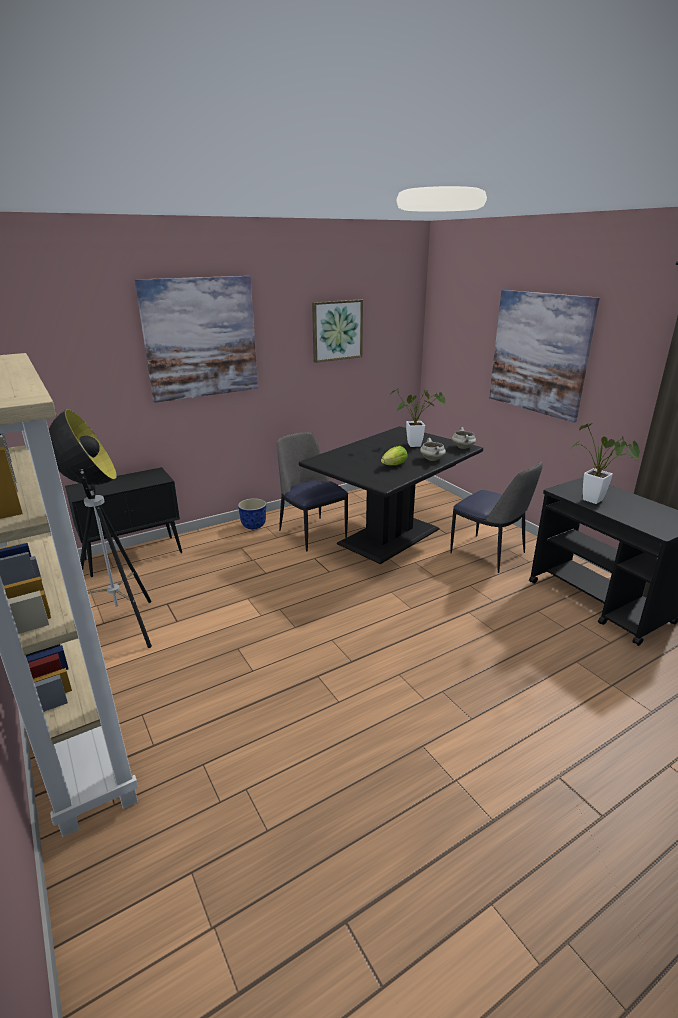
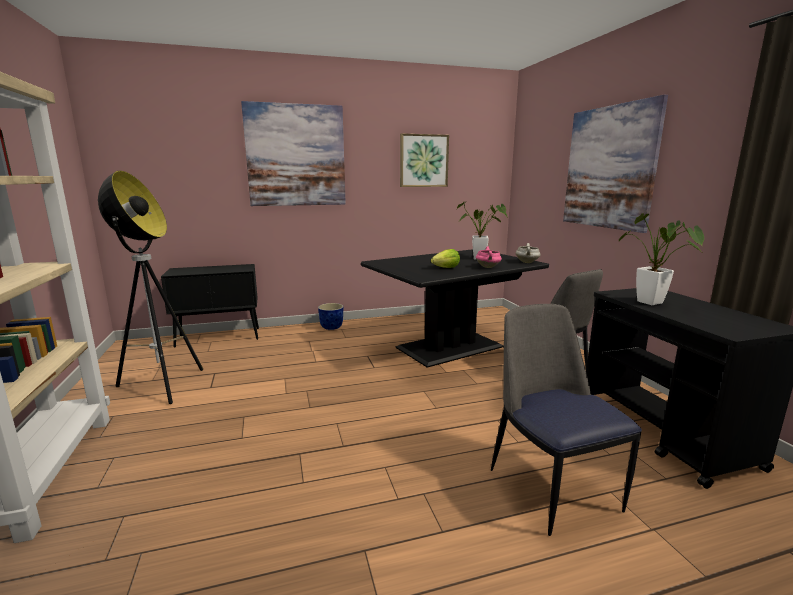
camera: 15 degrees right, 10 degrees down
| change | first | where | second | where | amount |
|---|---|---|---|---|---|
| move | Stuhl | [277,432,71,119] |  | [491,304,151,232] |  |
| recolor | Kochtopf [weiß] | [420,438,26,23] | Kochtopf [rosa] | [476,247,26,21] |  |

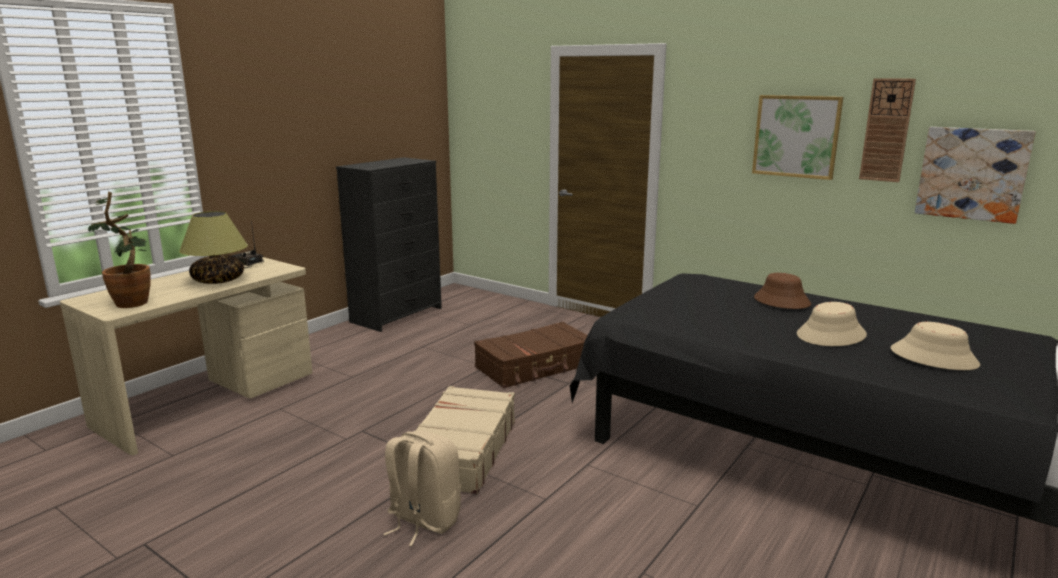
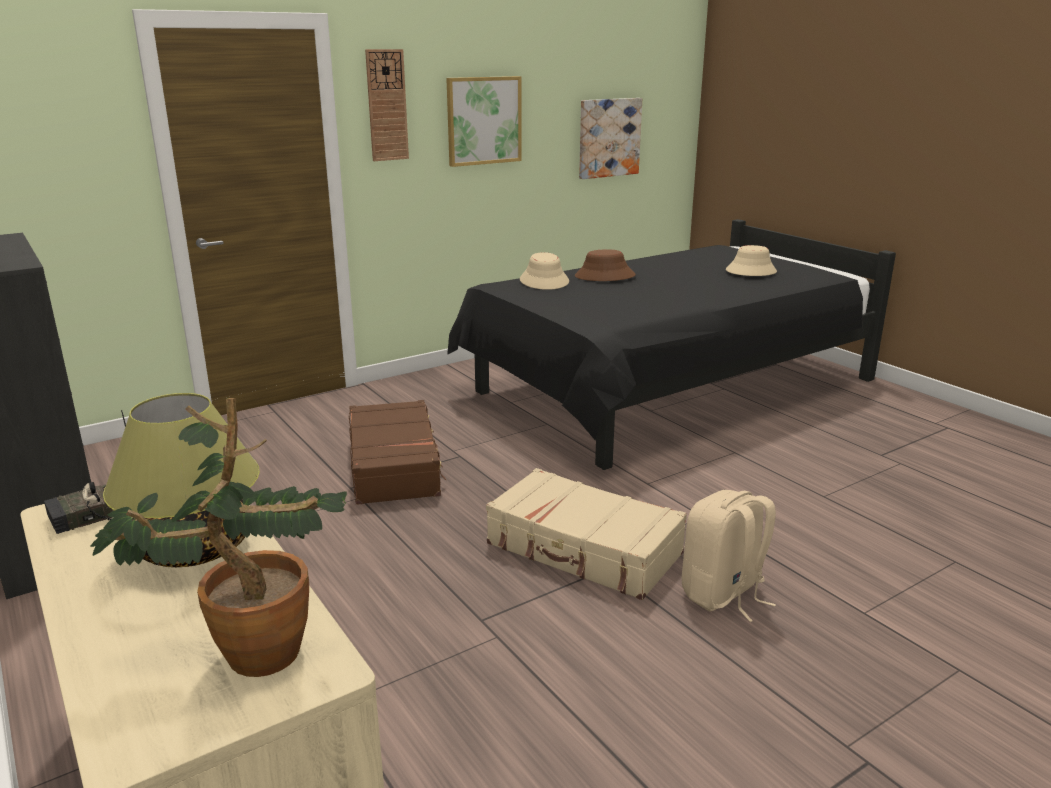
camera: 70 degrees left, 5 degrees up
| change | first | where | second | where | amount |
|---|---|---|---|---|---|
| move | Hut [beige] | [797,302,70,44] |  | [520,252,49,38] |  |
| move | Wanduhr | [859,78,57,104] |  | [365,49,44,112] |  |

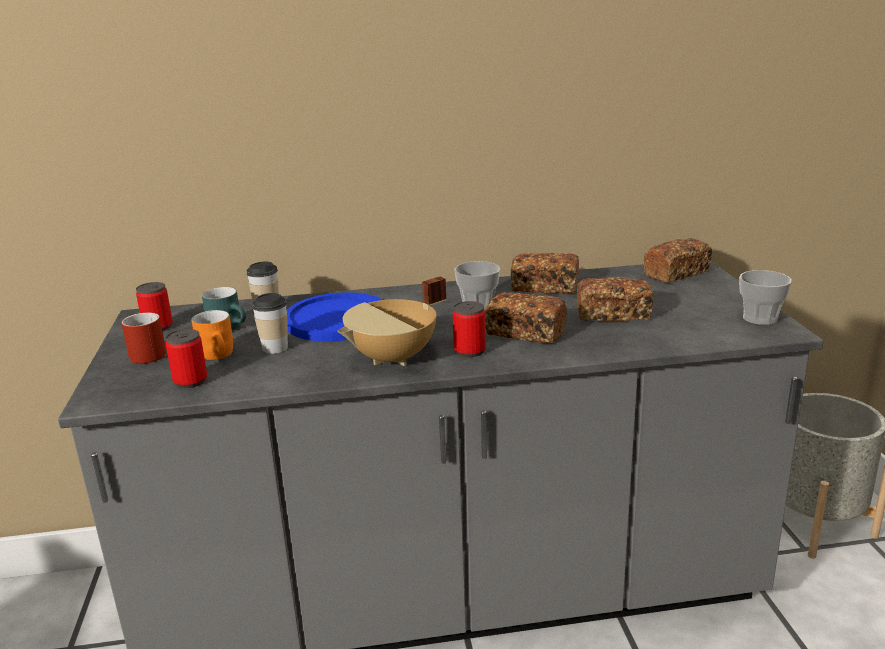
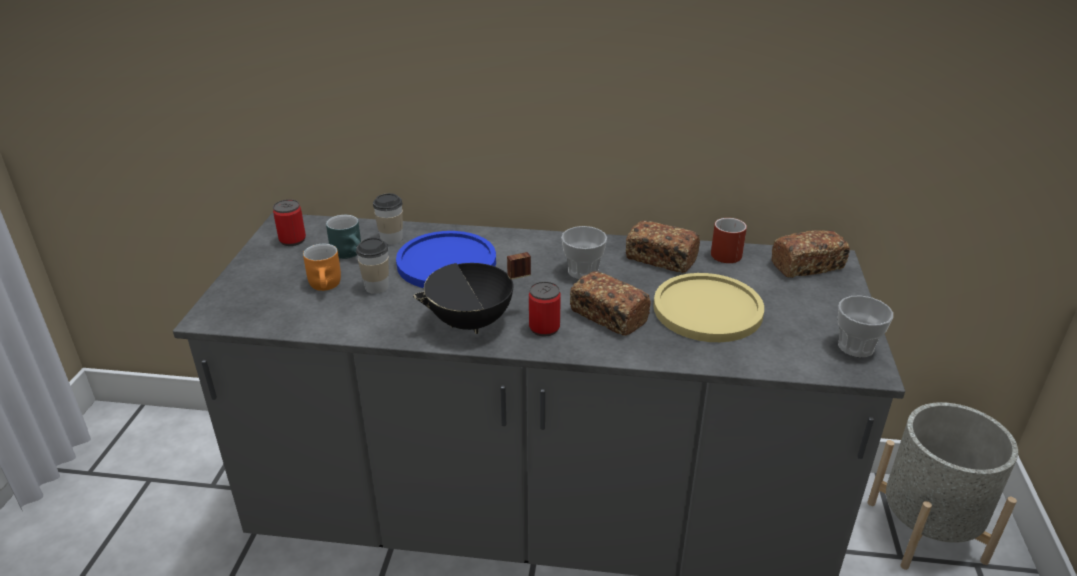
camera: 15 degrees right, 10 degrees up
| change | first | where | second | where | amount |
|---|---|---|---|---|---|
| delete | Dose | [166,329,41,59] |  |  |  |
| move | Henkelbecher [rot] | [122,312,44,52] |  | [711,218,36,45] |  |
| replace | Brot | [577,277,76,44] | Teller [gelb] | [653,273,111,69] |  |
| recolor | Kochtopf [beige] | [338,277,108,89] | Kochtopf [schwarz] | [413,252,118,82] |  |

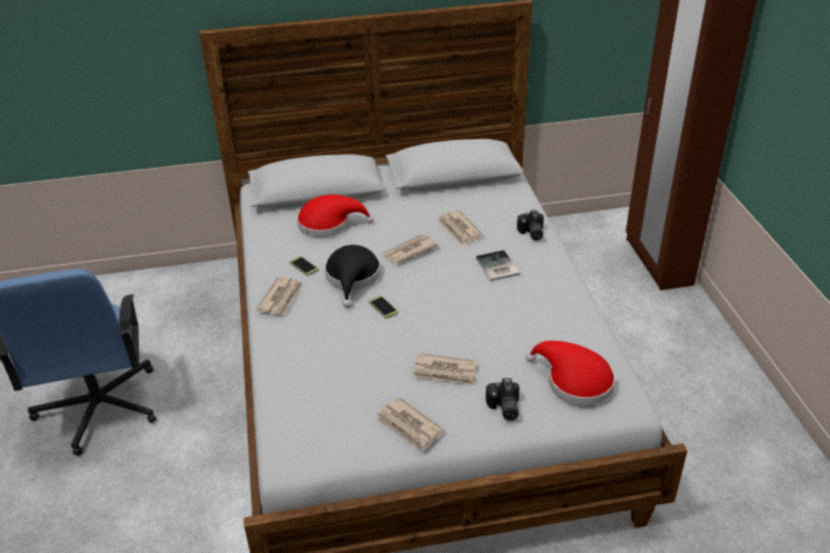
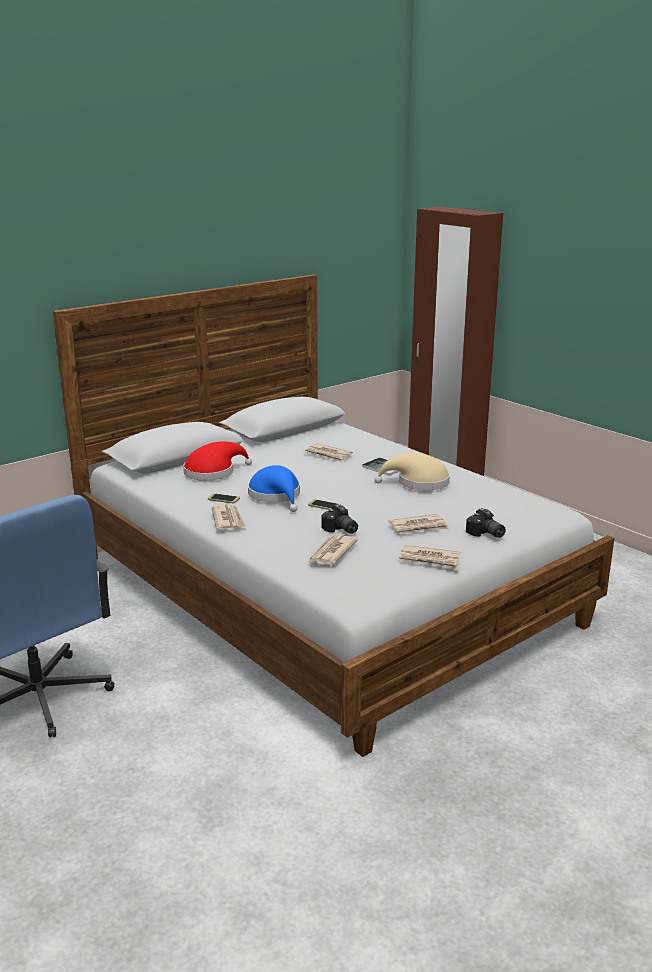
camera: 30 degrees left, 15 degrees down
| change | first | where | second | where | amount |
|---|---|---|---|---|---|
| delete | Hut [rot] | [526,341,89,65] |  |  |  |
| insert |  |  | Hut [beige] | [375,453,75,38] |  |
| move | Zeitung | [381,234,57,30] |  | [308,535,50,30] |  |
| move | Kamera | [517,210,27,31] |  | [321,504,37,30] |  |
| recolor | Hut [schwarz] | [325,245,55,62] | Hut [blau] | [248,465,52,47] |  |

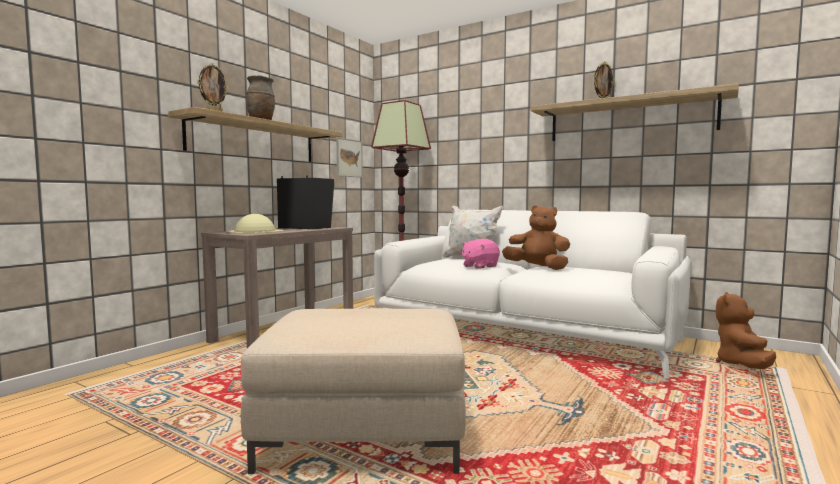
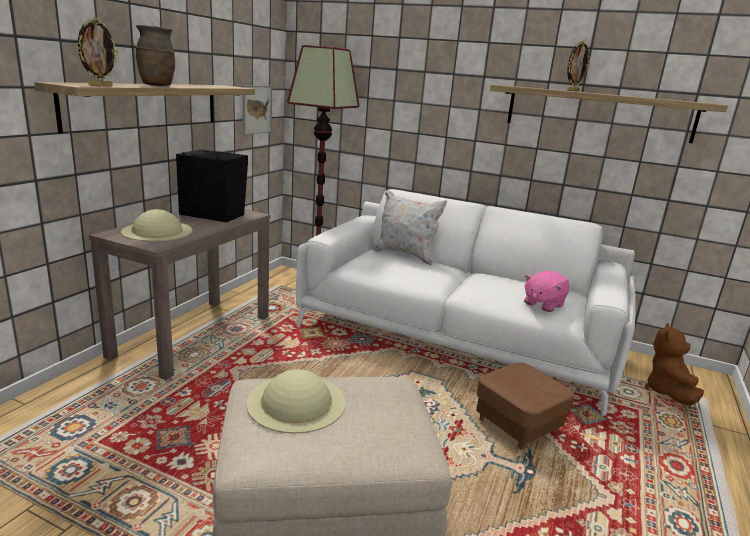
camera: 10 degrees left, 15 degrees up
| change | first | where | second | where | amount |
|---|---|---|---|---|---|
| delete | Plüschtier [braun] | [502,205,69,65] |  |  |  |
| insert |  |  | Hut [beige] | [246,369,100,65] |  |
| insert |  |  | Polsterhocker [braun] | [476,363,98,87] |  |
| move | Plüschtier [rosa] | [462,239,38,30] |  | [524,271,45,41] |  |

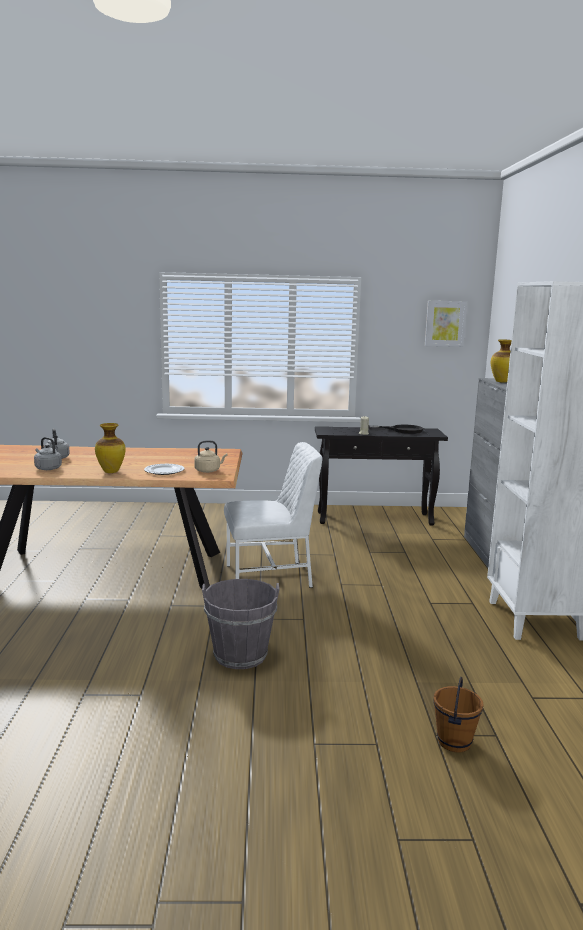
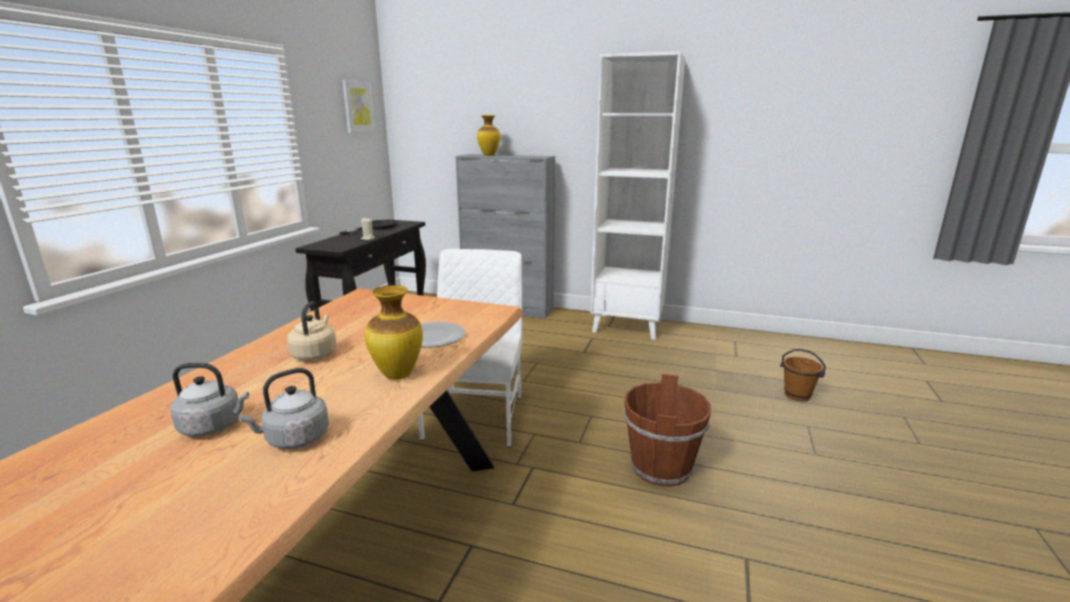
camera: 70 degrees left, 5 degrees up
| change | first | where | second | where | amount |
|---|---|---|---|---|---|
| move | Wasserkessel [beige] | [194,440,34,33] |  | [287,301,50,60] |  |
| recolor | Eimer [grau] | [202,579,77,90] | Eimer [braun] | [624,374,87,113] |  |

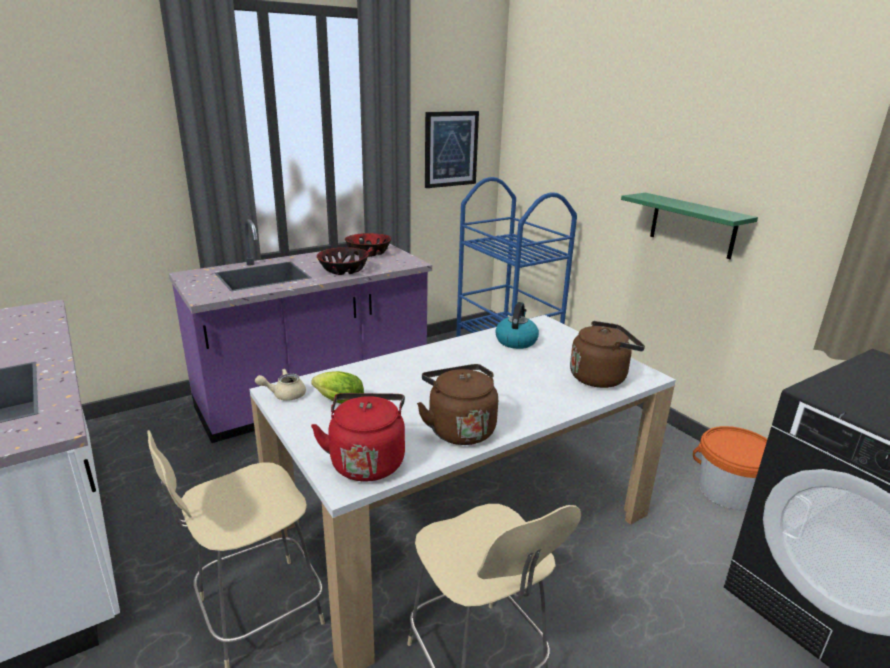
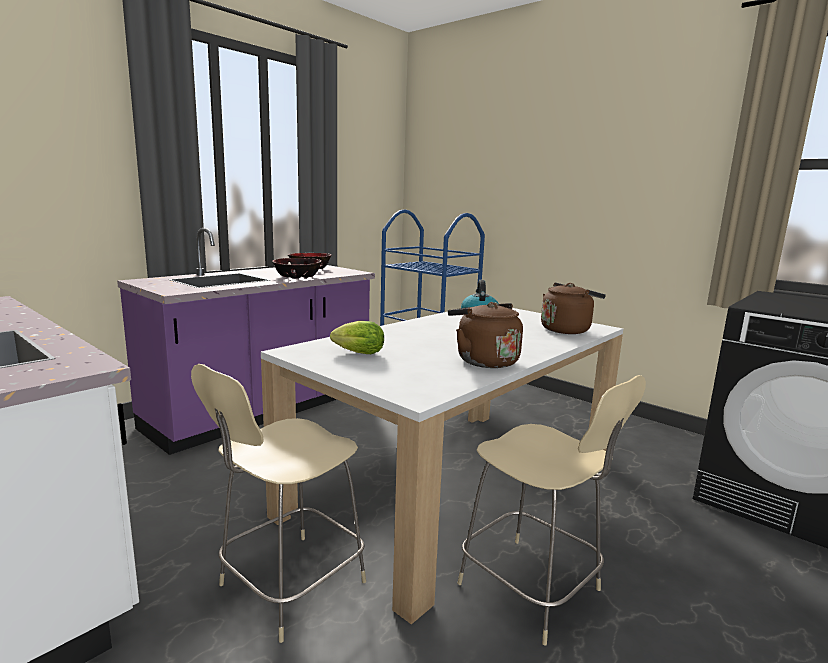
camera: 15 degrees left, 10 degrees down
| change | first | where | second | where | amount |
|---|---|---|---|---|---|
| delete | Teekanne [beige] | [255,369,51,32] |  |  |  |
| delete | Wasserkessel [rot] | [311,393,94,89] |  |  |  |
| delete | Bild | [425,111,54,77] |  |  |  |
| delete | Wandregal [grün] | [621,193,137,66] |  |  |  |
| delete | Eimer [orange] | [693,426,74,84] |  |  |  |

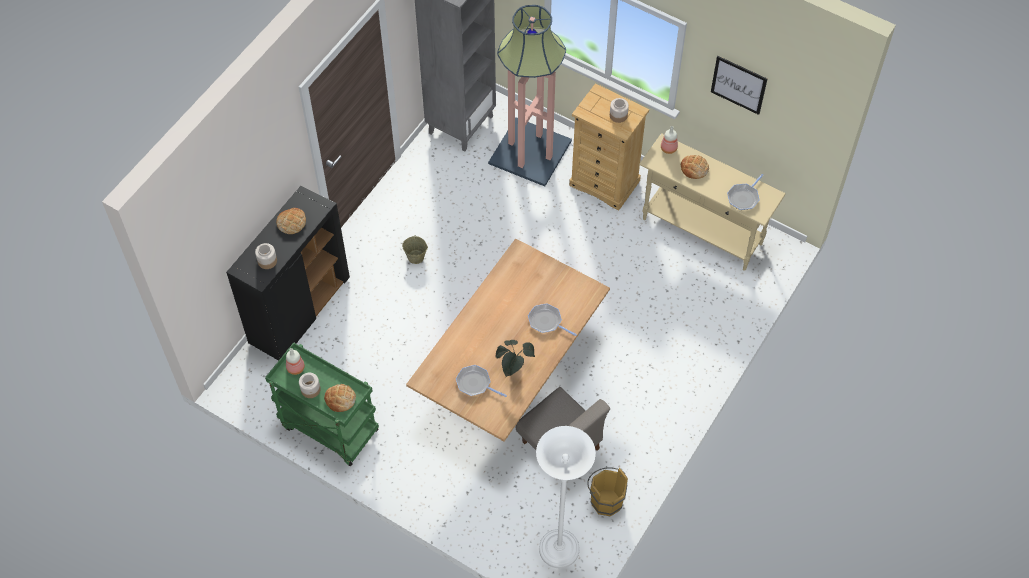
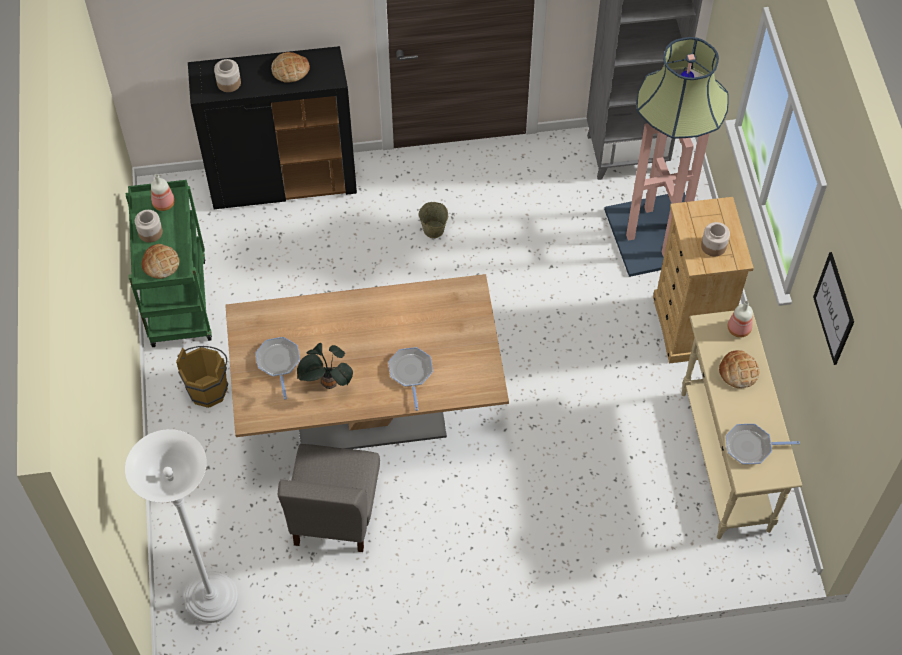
camera: 50 degrees right, 0 degrees up
| change | first | where | second | where | amount |
|---|---|---|---|---|---|
| move | Eimer [braun] | [587,467,41,49] |  | [176,346,52,62] |  |

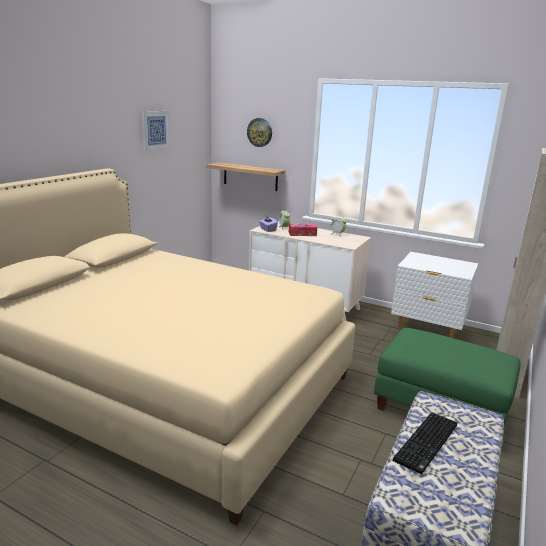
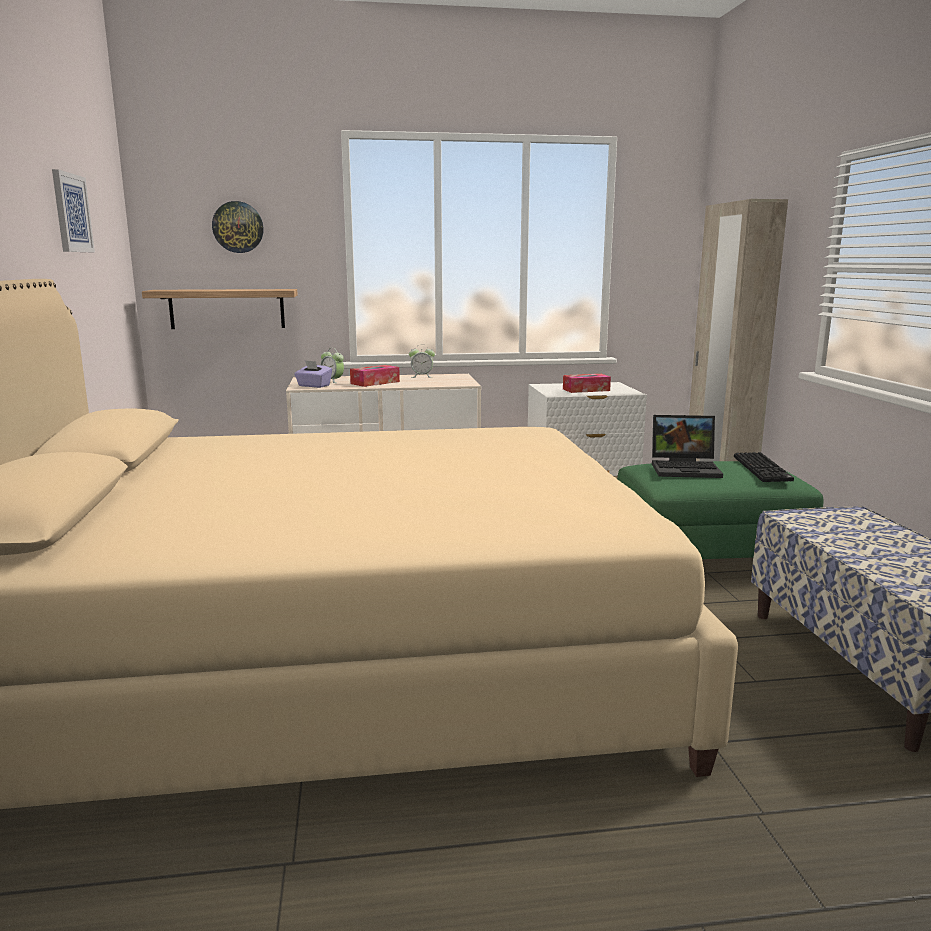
camera: 35 degrees left, 5 degrees down
| change | first | where | second | where | amount |
|---|---|---|---|---|---|
| insert |  |  | Taschentuchbox | [563,374,48,19] |  |
| insert |  |  | Laptop | [652,415,71,63] |  |
| move | Tastatur | [393,412,64,62] |  | [734,452,60,30] |  |

